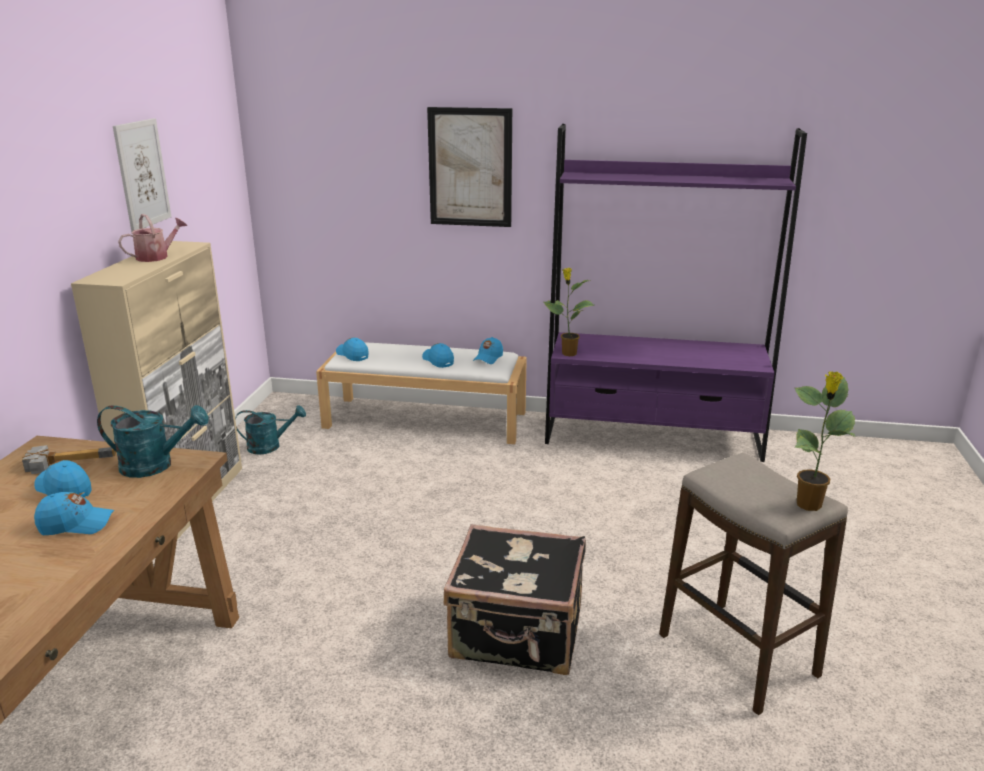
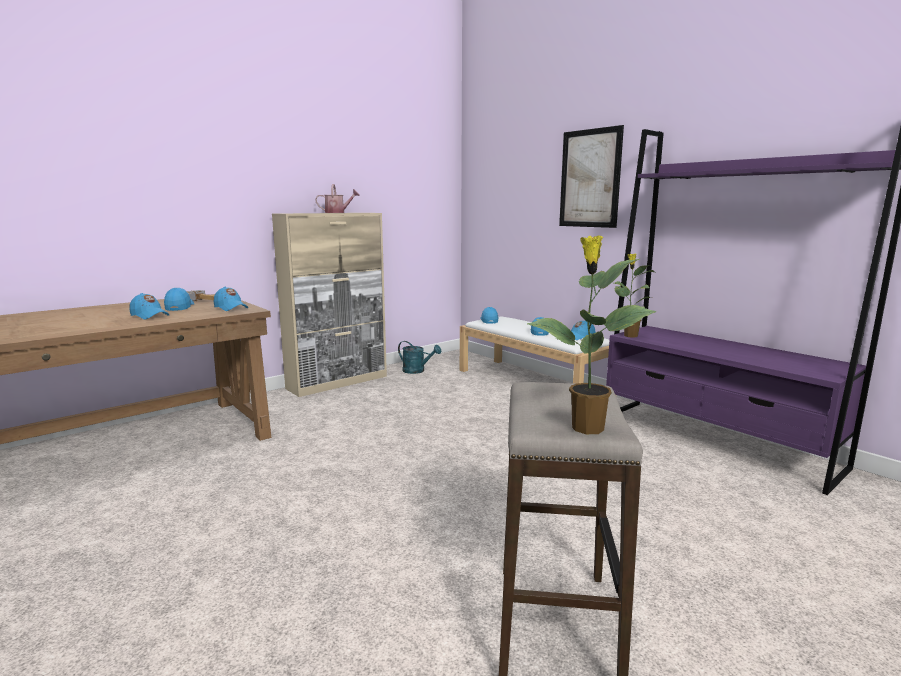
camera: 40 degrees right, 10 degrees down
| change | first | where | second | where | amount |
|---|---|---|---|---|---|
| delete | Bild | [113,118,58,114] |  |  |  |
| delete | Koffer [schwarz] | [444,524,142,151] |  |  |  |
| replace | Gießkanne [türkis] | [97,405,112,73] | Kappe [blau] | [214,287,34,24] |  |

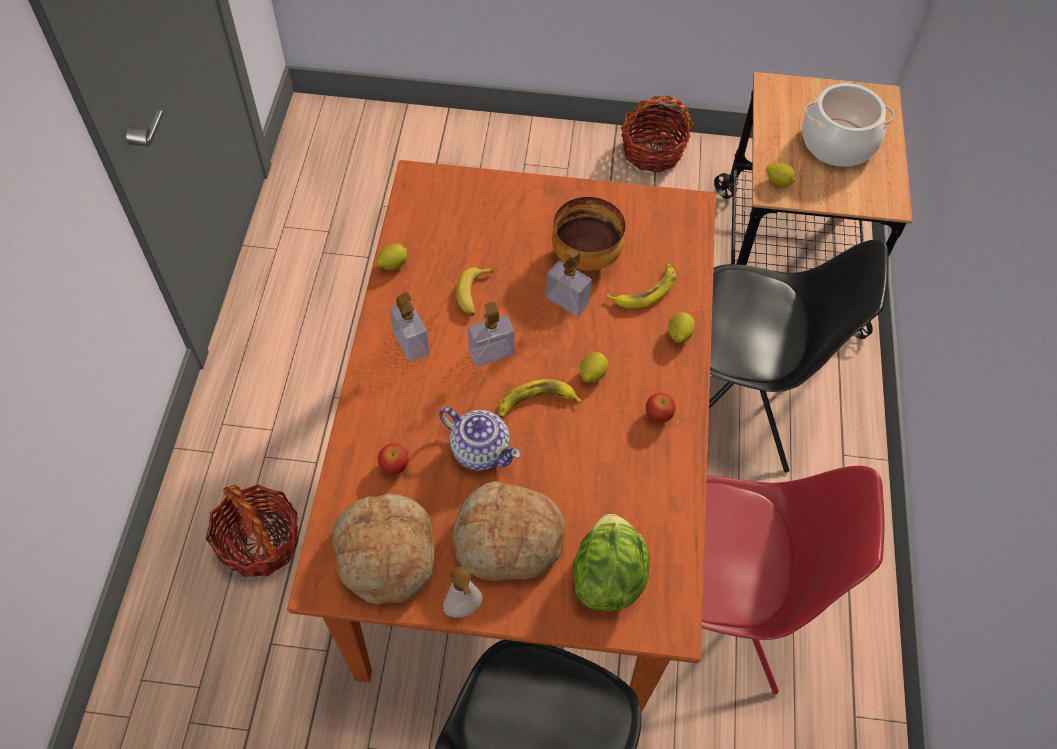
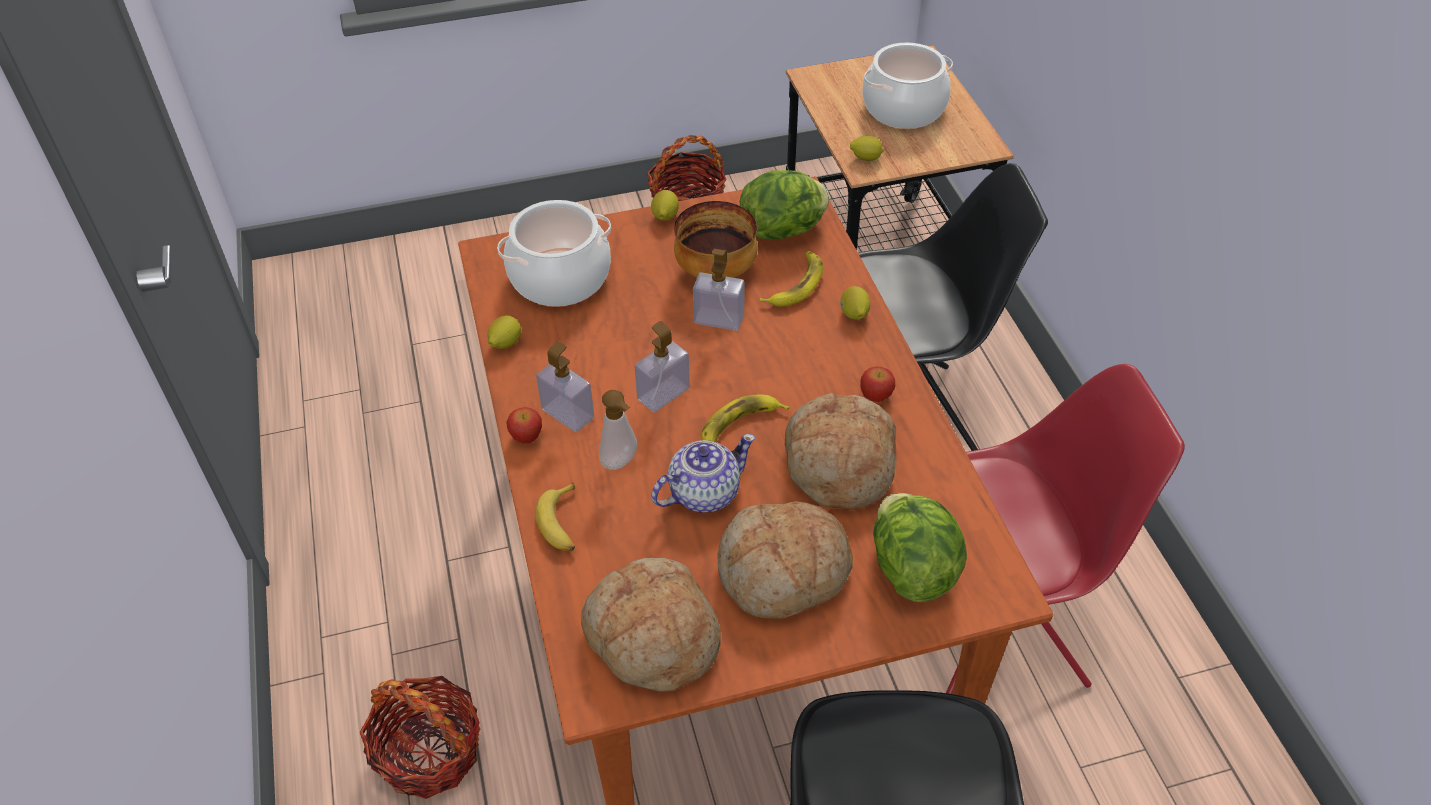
camera: 20 degrees left, 10 degrees down
| change | first | where | second | where | amount |
|---|---|---|---|---|---|
| insert |  |  | Kochtopf | [497,200,114,107] |  |
| insert |  |  | Salatkopf | [740,170,89,69] |  |
| insert |  |  | Brot | [785,393,111,117] |  |
| move | Apfel | [378,444,31,31] |  | [506,407,36,37] |  |
| move | Seifenspender | [443,566,40,52] |  | [599,390,38,80] |  |
| move | Banane | [456,267,38,49] |  | [535,482,40,69] |  |
| move | Zitrone | [580,352,28,30] |  | [651,190,28,31] |  |
| rotate | Teekanne | [439,407,82,64] |  | [651,434,104,78] | 45 degrees counterclockwise |

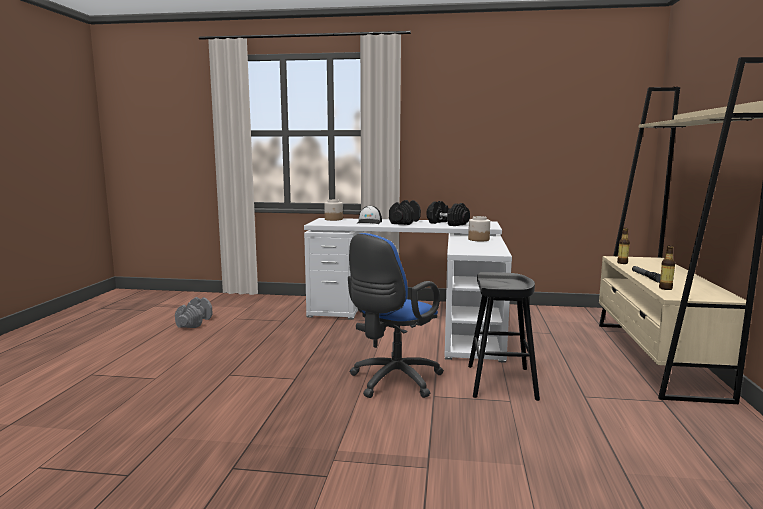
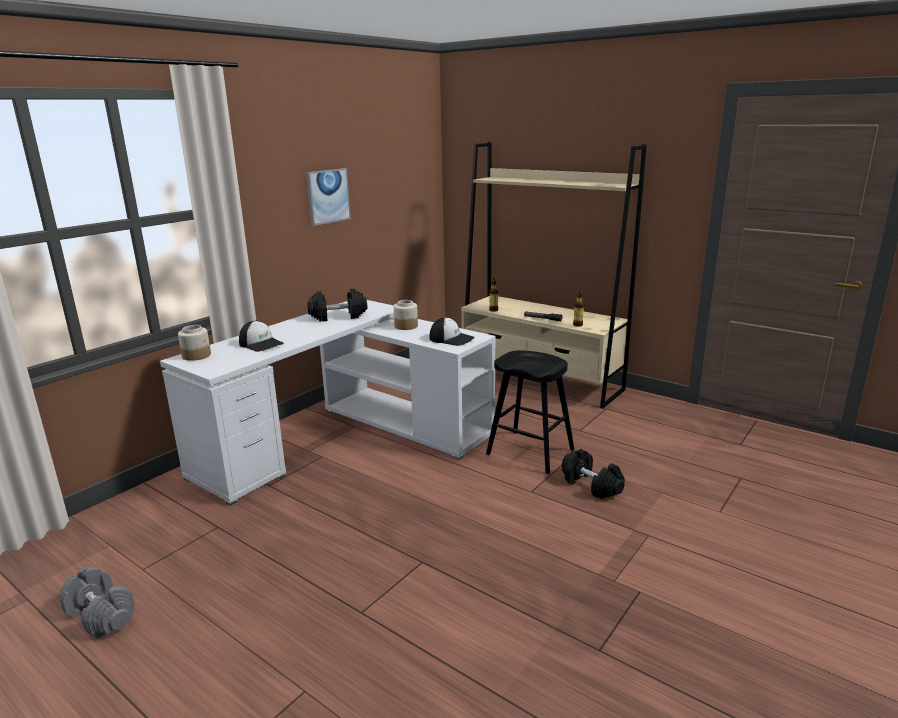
camera: 60 degrees left, 10 degrees up
| change | first | where | second | where | amount |
|---|---|---|---|---|---|
| delete | Bürostuhl [blau] | [348,233,96,165] |  |  |  |
| insert |  |  | Bild | [306,168,45,58] |  |
| insert |  |  | Kappe | [430,317,45,29] |  |
| move | Hantel [schwarz] | [389,200,32,25] |  | [562,449,63,50] |  |

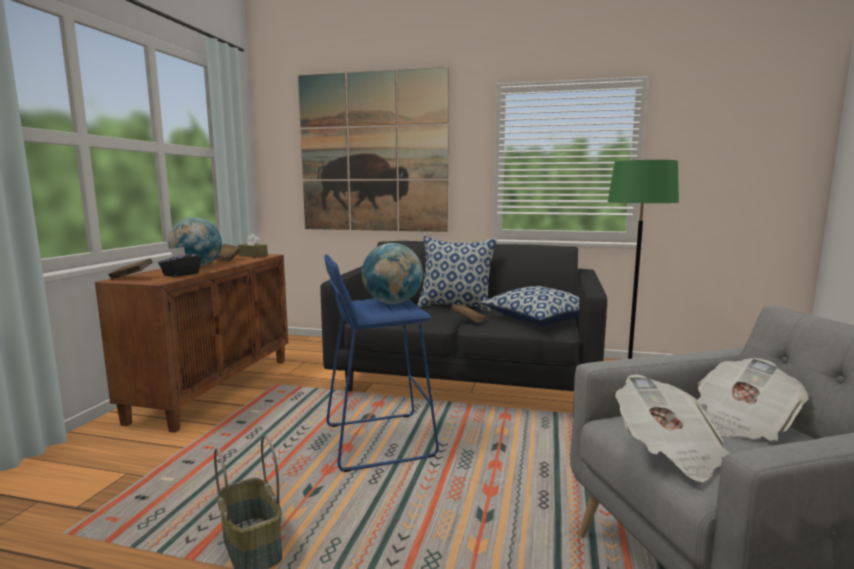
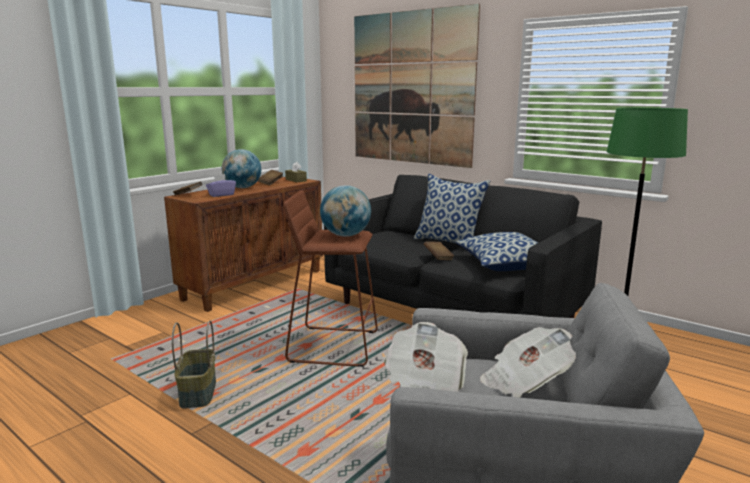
camera: 25 degrees right, 5 degrees up
| change | first | where | second | where | amount |
|---|---|---|---|---|---|
| recolor | Taschentuchbox [schwarz] | [158,247,43,30] | Taschentuchbox [lila] | [206,174,30,23] |  |
| recolor | Hocker [blau] | [324,254,115,218] | Hocker [braun] | [284,190,94,177] |  |

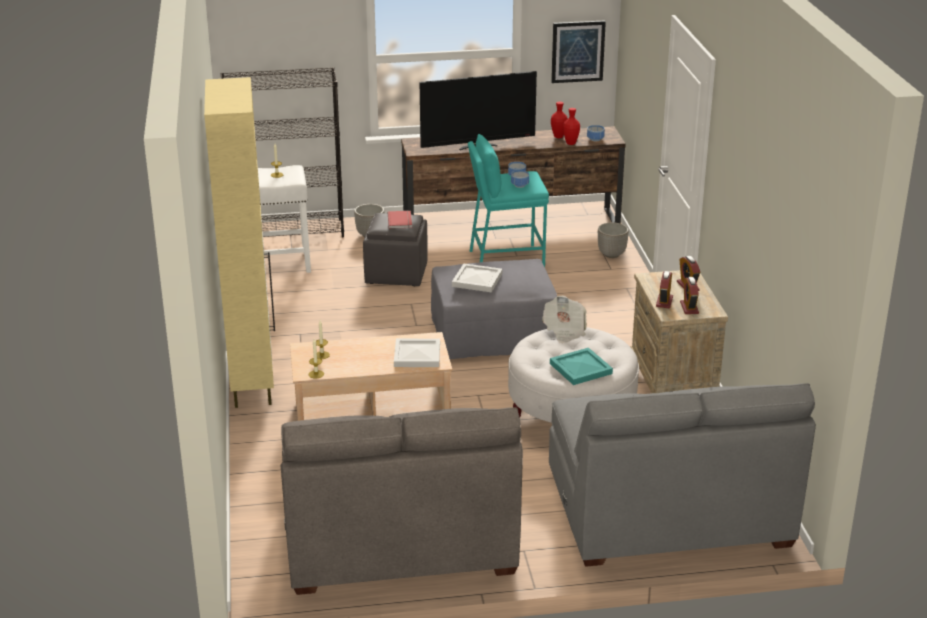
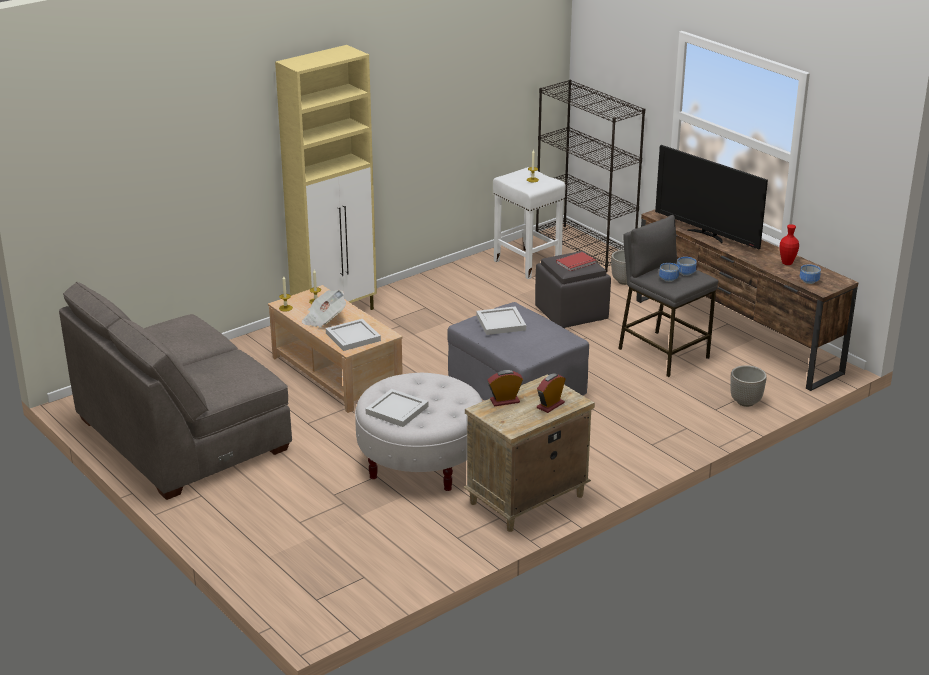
camera: 60 degrees right, 0 degrees up
| change | first | where | second | where | amount |
|---|---|---|---|---|---|
| delete | Sofa [grau] | [549,383,267,184] |  |  |  |
| delete | Bild | [551,20,55,63] |  |  |  |
| delete | Vase [rot] | [563,108,17,37] |  |  |  |
| delete | Wecker | [680,277,19,37] |  |  |  |
| move | Zeitung | [542,295,45,48] |  | [302,290,44,38] |  |
| recolor | Hocker [türkis] | [468,134,81,133] | Hocker [grau] | [618,215,100,162] |  |
| recolor | Tablett [türkis] | [550,348,63,37] | Tablett [weiß] | [366,389,62,38] |  |

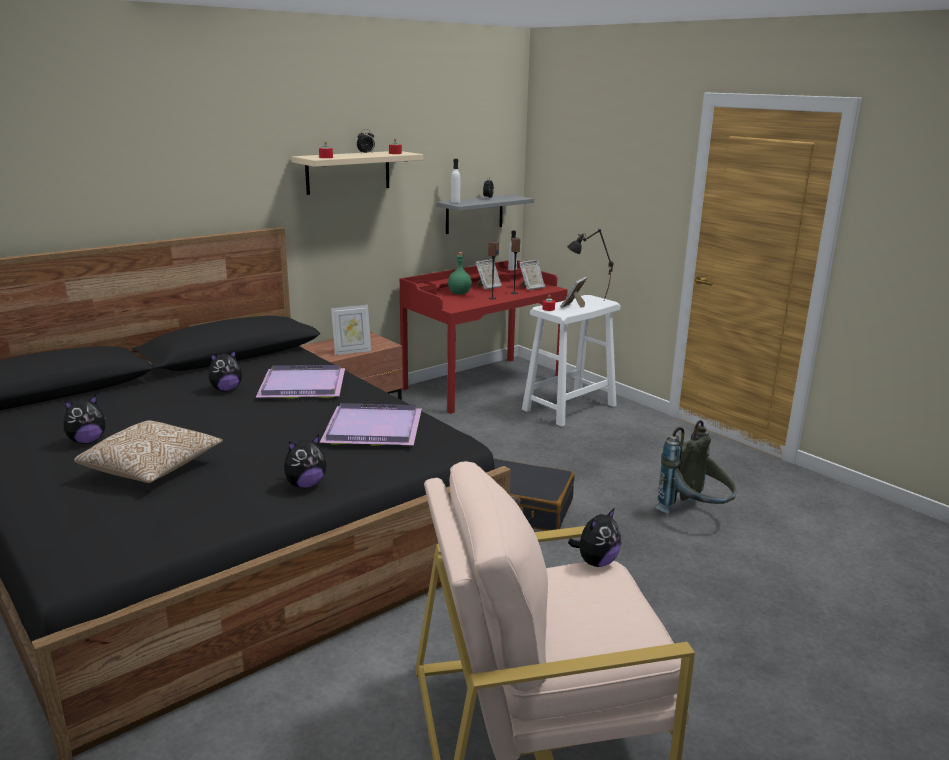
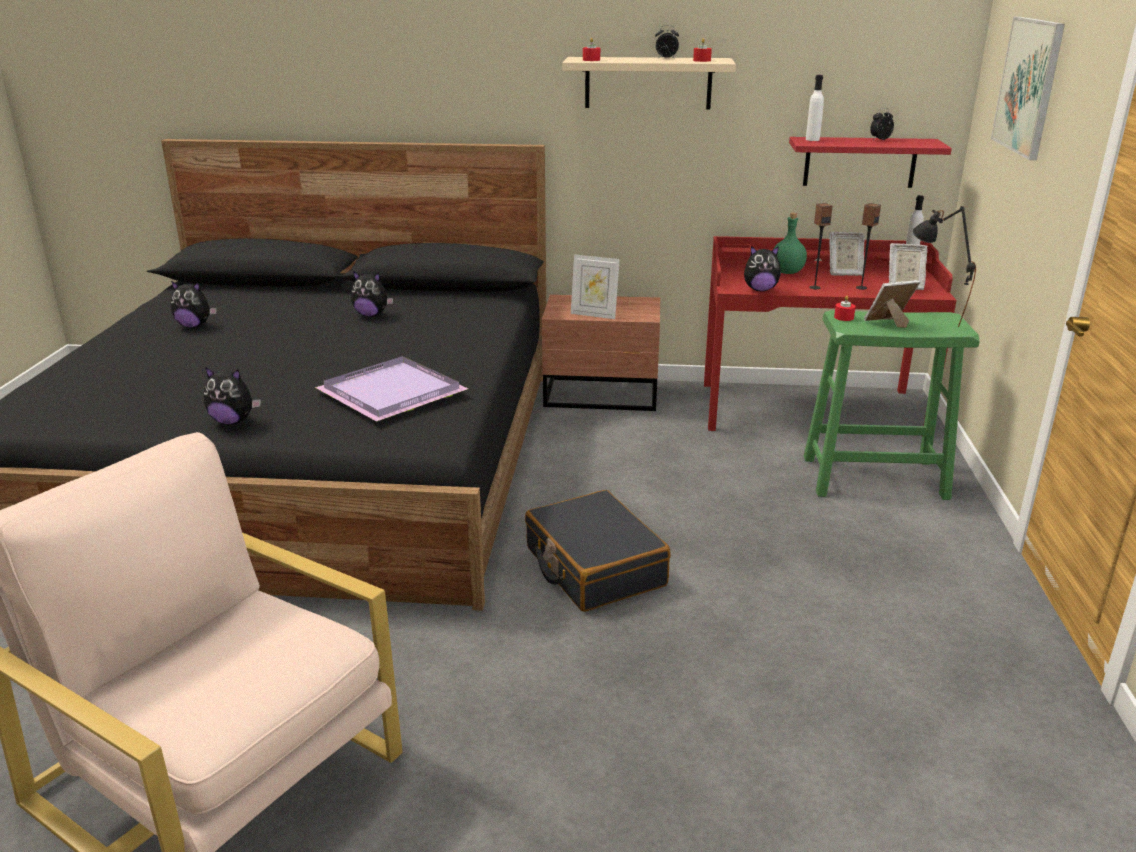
camera: 45 degrees right, 5 degrees up
| change | first | where | second | where | amount |
|---|---|---|---|---|---|
| delete | Kissen | [74,420,149,63] |  |  |  |
| delete | Tablett [lila] | [255,365,90,34] |  |  |  |
| delete | Rucksack [grau] | [654,420,82,94] |  |  |  |
| insert |  |  | Bild | [991,17,74,143] |  |
| move | Plüschtier | [568,508,53,59] |  | [744,246,38,45] |  |
| recolor | Wandregal [grau] | [436,194,98,40] | Wandregal [rot] | [789,137,163,51] |  |
| recolor | Hocker [weiß] | [522,295,98,132] | Hocker [grün] | [804,310,176,190] |  |

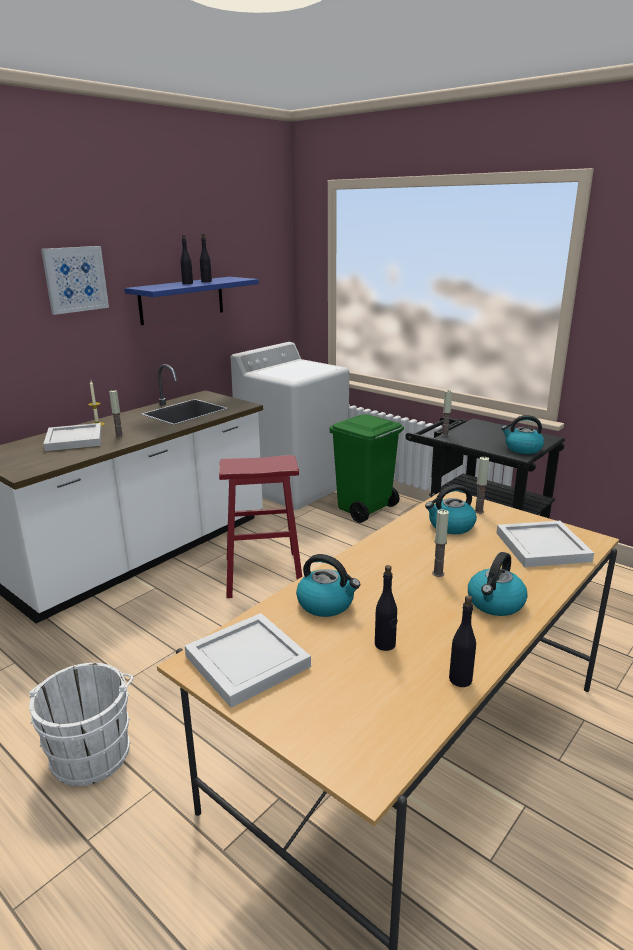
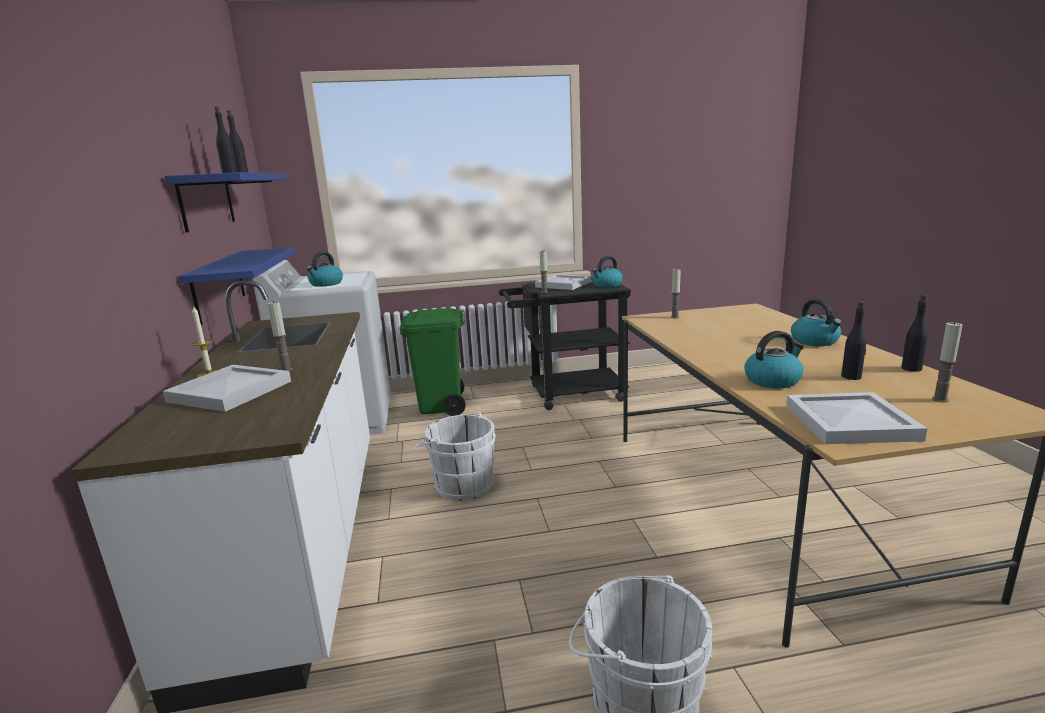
camera: 50 degrees left, 5 degrees down
| change | first | where | second | where | amount |
|---|---|---|---|---|---|
| delete | Bild | [41,246,68,69] |  |  |  |
| insert |  |  | Wandregal [blau] | [179,247,117,78] |  |
| move | Wasserkessel | [425,485,52,49] |  | [306,252,37,35] |  |
| move | Kerze | [432,509,17,68] |  | [932,322,30,80] |  |
| move | Tablett [weiß] | [497,521,97,46] |  | [535,274,56,16] |  |
| replace | Hocker [rot] | [219,455,83,143] | Eimer [weiß] | [416,412,80,89] |  |

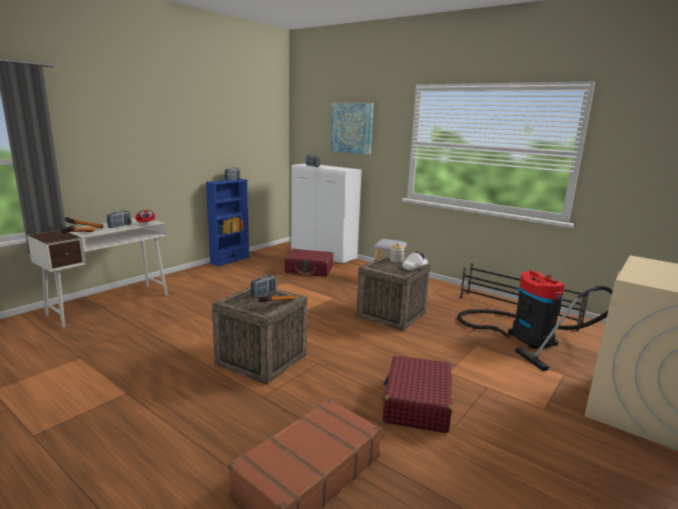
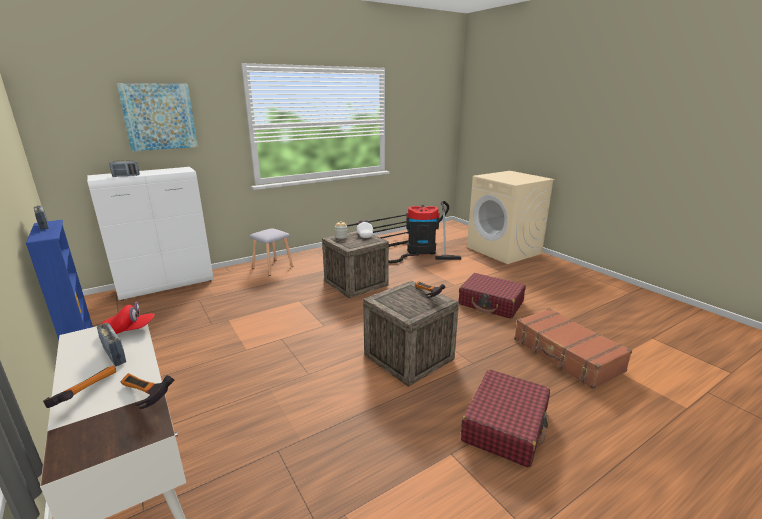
camera: 70 degrees left, 5 degrees up
| change | first | where | second | where | amount |
|---|---|---|---|---|---|
| delete | Radio | [250,275,27,23] |  |  |  |
| move | Koffer [rot] | [284,249,50,28] |  | [461,369,89,99] |  |

